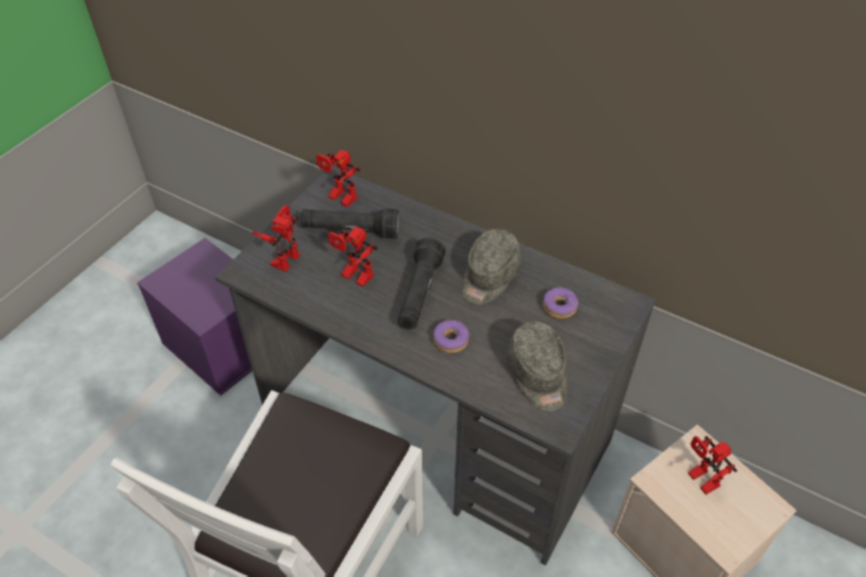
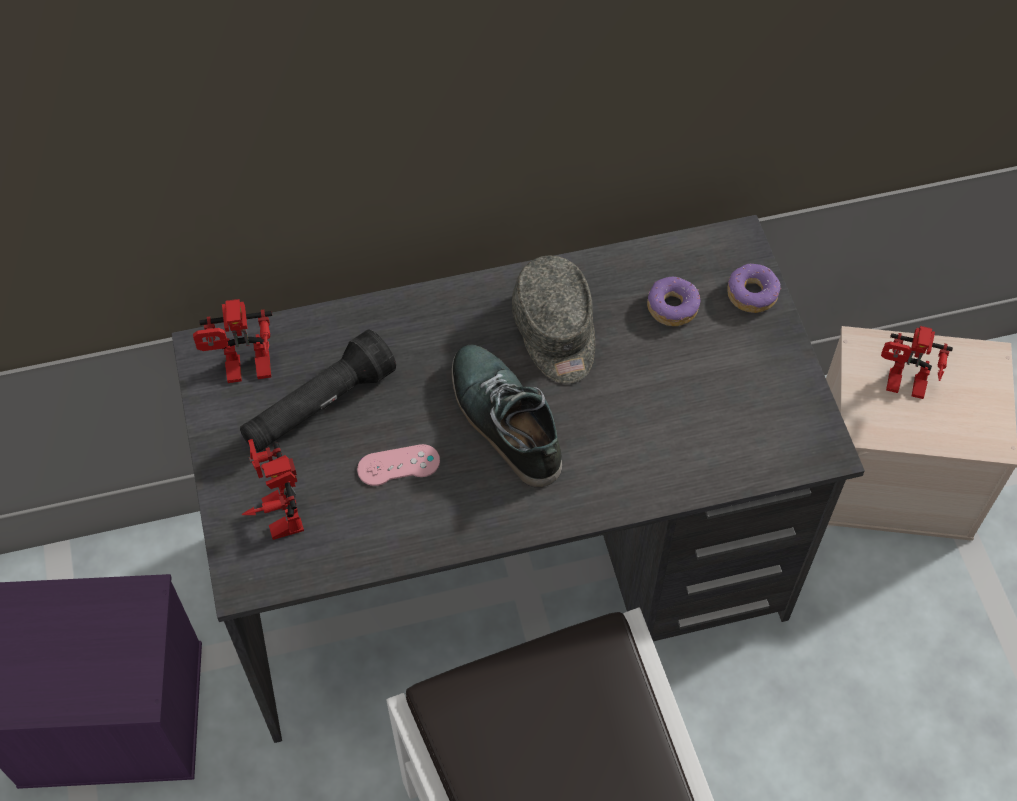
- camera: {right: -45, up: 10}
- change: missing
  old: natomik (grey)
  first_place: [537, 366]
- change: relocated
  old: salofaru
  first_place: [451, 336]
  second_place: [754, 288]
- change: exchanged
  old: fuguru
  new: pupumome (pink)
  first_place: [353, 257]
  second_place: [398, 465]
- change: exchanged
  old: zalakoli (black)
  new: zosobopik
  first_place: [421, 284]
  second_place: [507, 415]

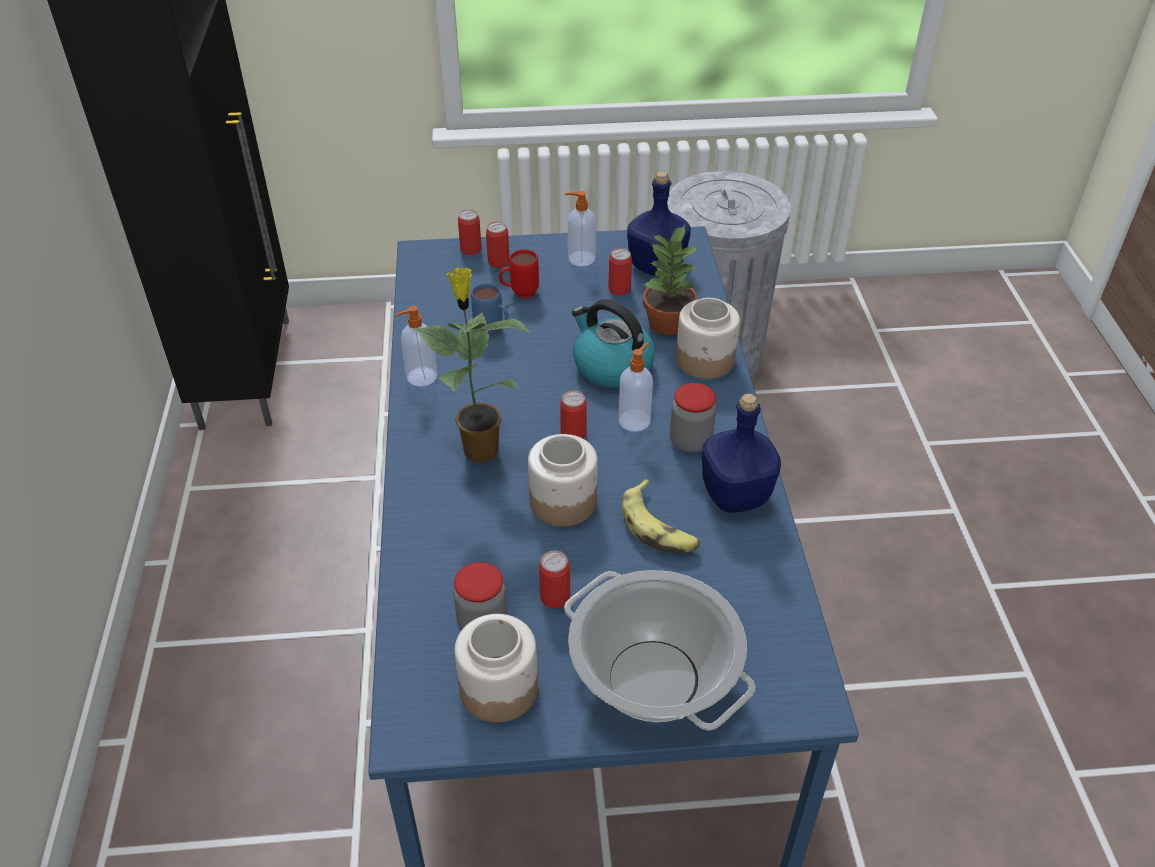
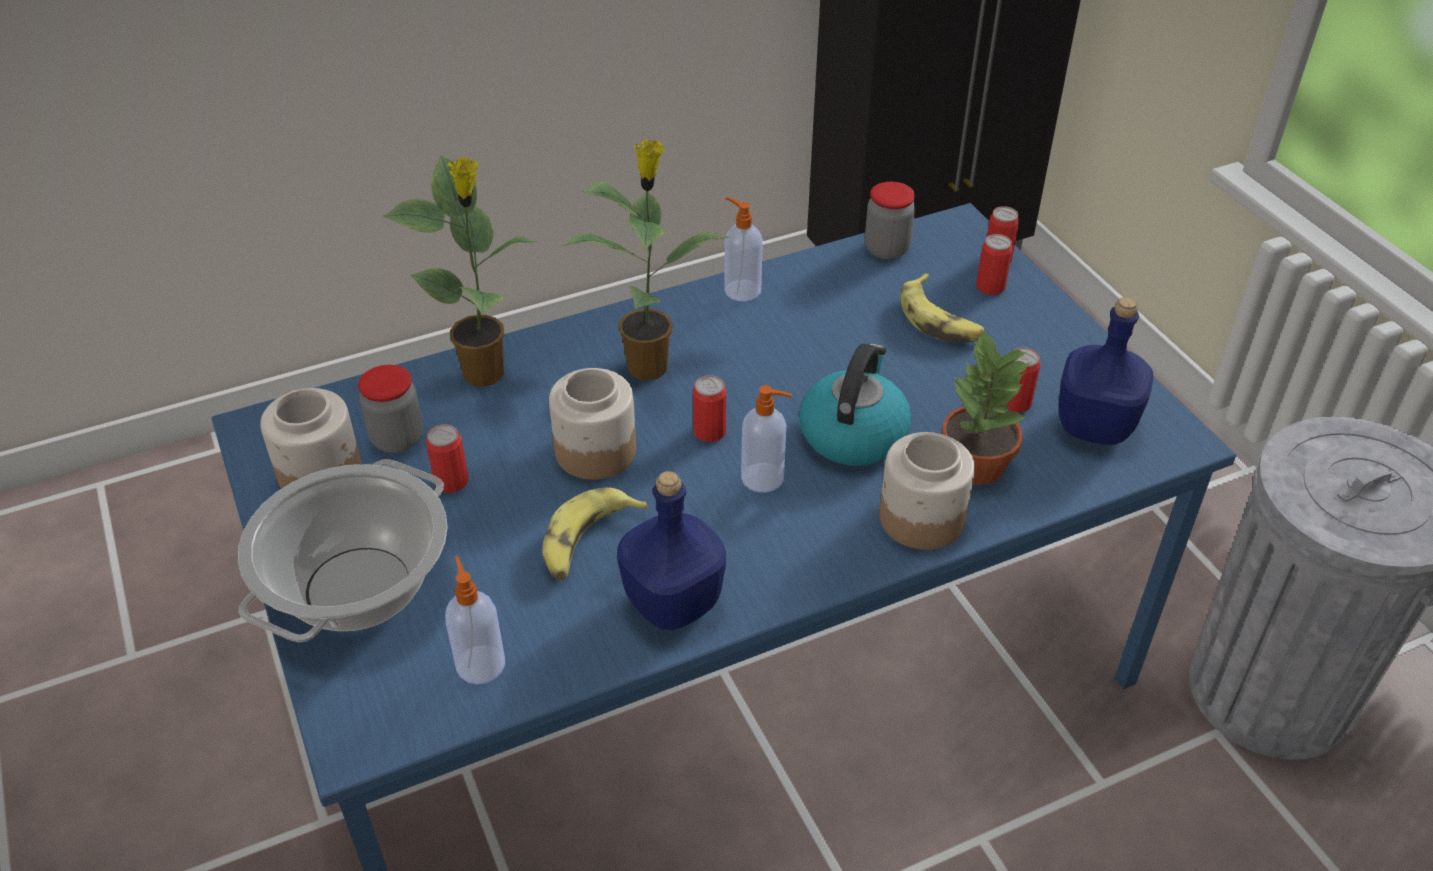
- camera: {right: 70, up: 0}
- change: missing
  old: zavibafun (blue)
  first_place: [490, 309]
- change: appeared
  new: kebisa
  second_place: [459, 271]
- change: relocated
  old: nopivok
  first_place: [580, 228]
  second_place: [475, 619]
- change: relocated
  old: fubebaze
  first_place: [693, 418]
  second_place: [890, 220]
- change: exchanged
  old: zavibafun (red)
  new: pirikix
  first_place: [519, 273]
  second_place: [943, 308]

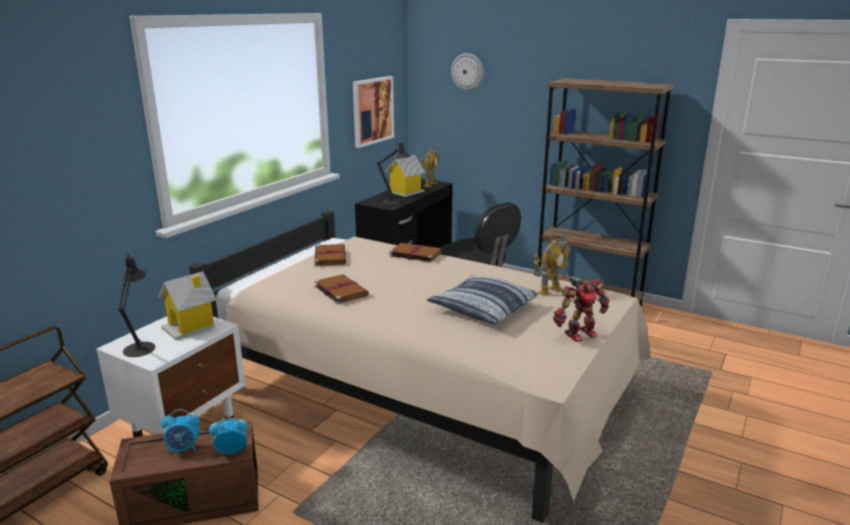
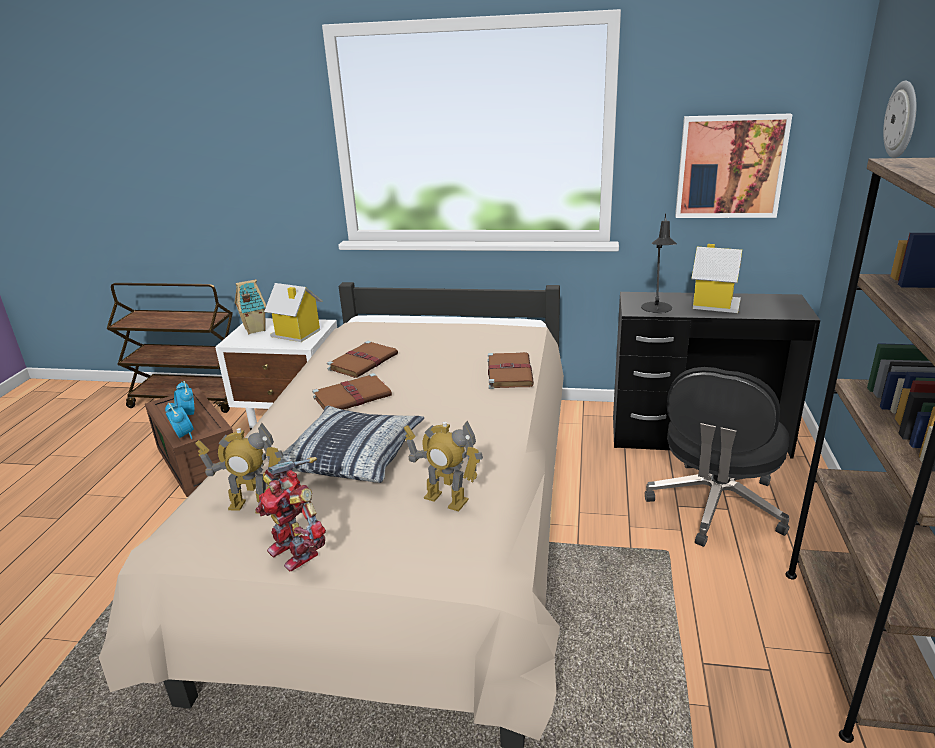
- camera: {right: 70, up: 5}
- change: relocated
  old: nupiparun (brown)
  first_place: [330, 255]
  second_place: [352, 391]
- change: relocated
  old: fuguru
  first_place: [430, 166]
  second_place: [239, 468]
- change: exchanged
  old: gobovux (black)
  new: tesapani
  first_place: [136, 305]
  second_place: [250, 306]

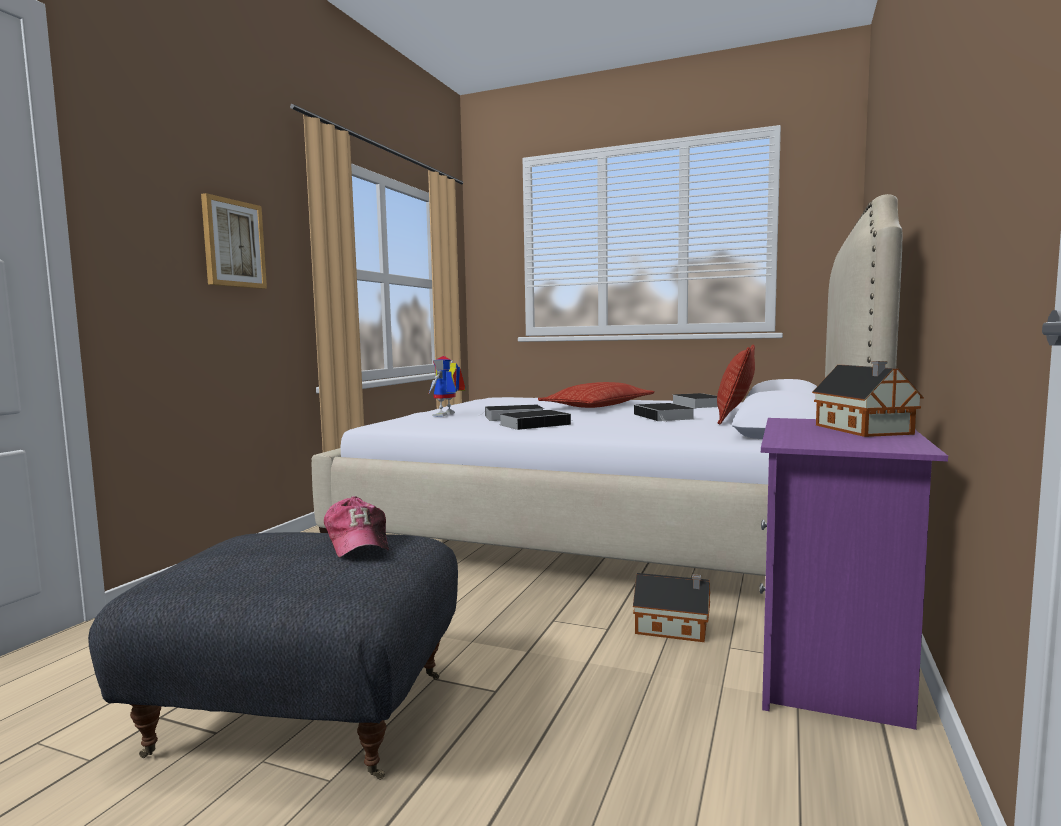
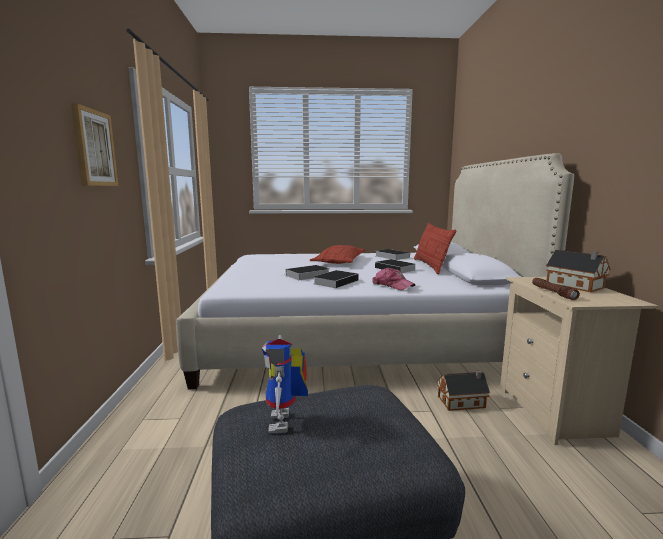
- camera: {right: -25, up: 5}
- change: appeared
  new: zalakoli (brown)
  second_place: [556, 289]
- change: relocated
  old: natomik
  first_place: [356, 527]
  second_place: [393, 278]
- change: relocated
  old: fuguru
  first_place: [447, 386]
  second_place: [285, 384]
- change: colour
  old: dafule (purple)
  new: dafule (beige)
  first_place: [854, 574]
  second_place: [579, 361]

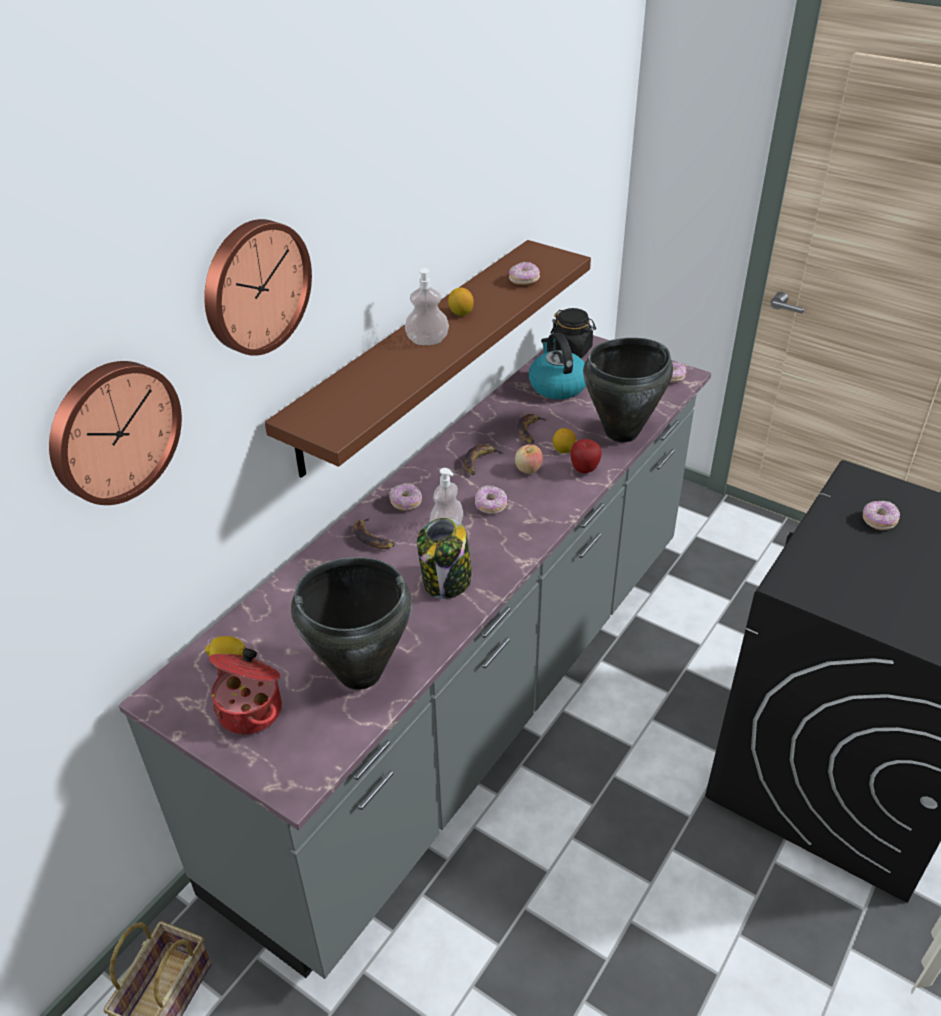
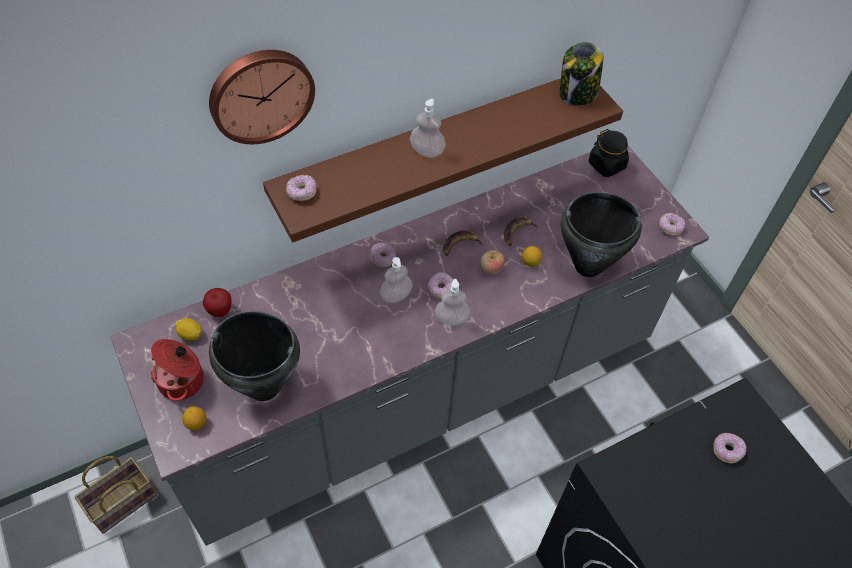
- camera: {right: 25, up: 15}
- change: missing
  old: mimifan
  first_place: [115, 433]
- change: missing
  old: pirikix
  first_place: [374, 533]
- change: missing
  old: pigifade
  first_place: [557, 366]
- change: appeared
  new: nopivok
  second_place: [452, 302]
- change: relocated
  old: fubebaze
  first_place: [444, 558]
  second_place: [581, 74]
- change: relocated
  old: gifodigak
  first_place: [461, 301]
  second_place: [194, 418]
- change: relocated
  old: salofaru
  first_place: [524, 273]
  second_place: [301, 188]
- change: relocated
  old: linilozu
  first_place: [586, 456]
  second_place: [217, 302]

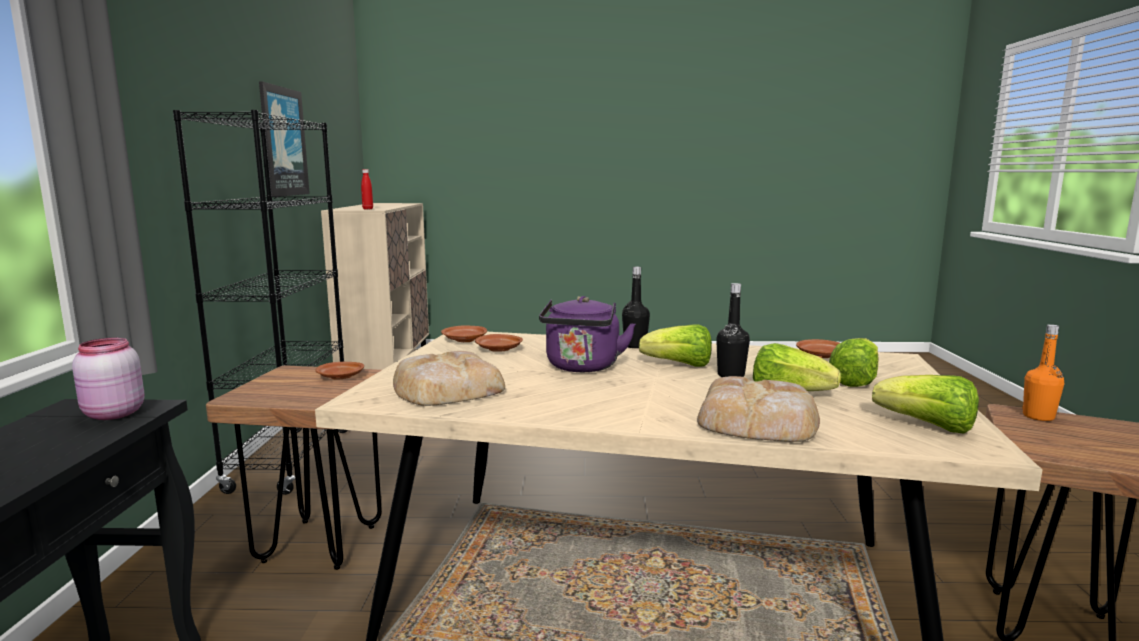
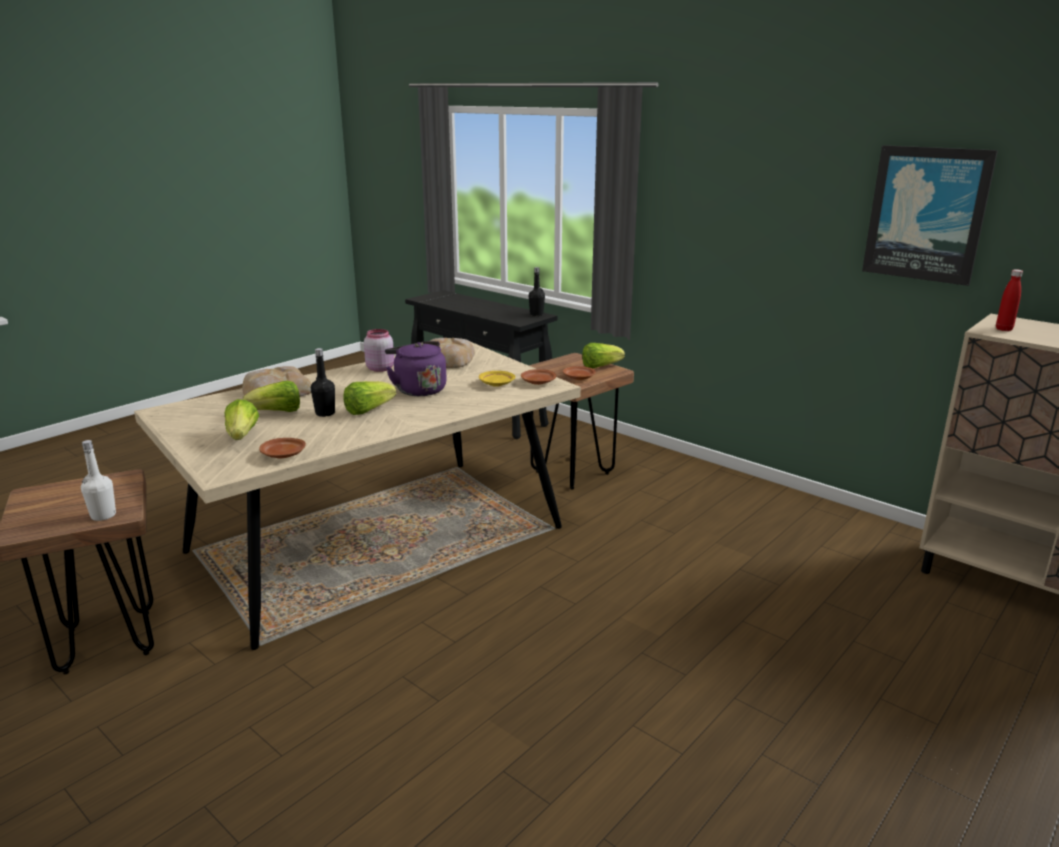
- camera: {right: 130, up: 10}
- change: missing
  old: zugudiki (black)
  first_place: [260, 302]
- change: relocated
  old: fubebaze (pink)
  first_place: [108, 379]
  second_place: [379, 350]
- change: relocated
  old: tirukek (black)
  first_place: [636, 307]
  second_place: [537, 291]
- change: relocated
  old: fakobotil
  first_place: [925, 404]
  second_place: [603, 355]
- change: colour
  old: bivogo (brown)
  new: bivogo (yellow)
  first_place: [499, 343]
  second_place: [497, 379]
- change: colour
  old: tirukek (orange)
  new: tirukek (white)
  first_place: [1043, 372]
  second_place: [98, 480]

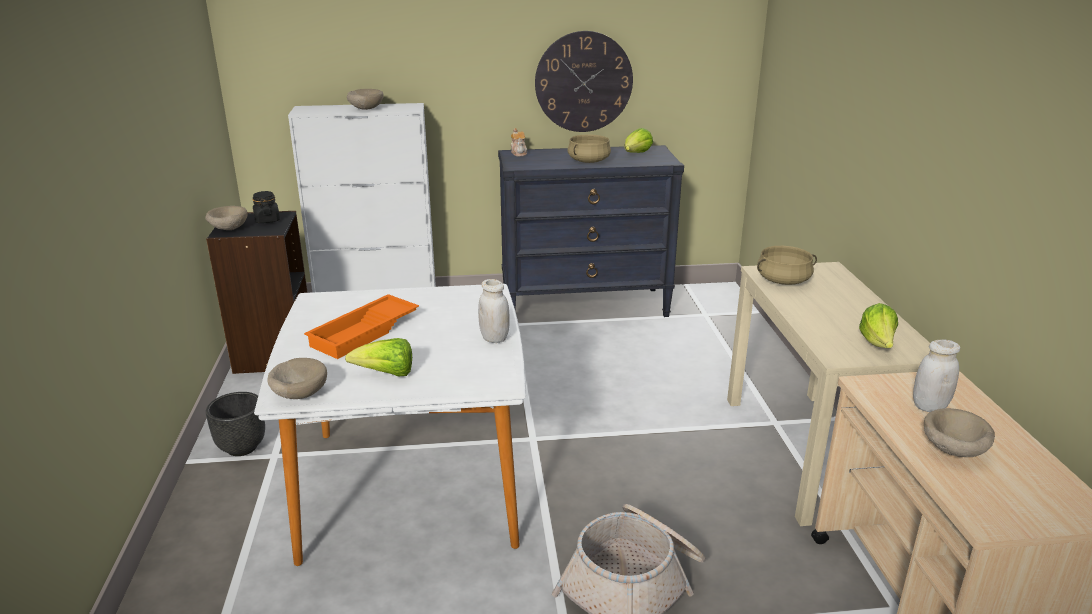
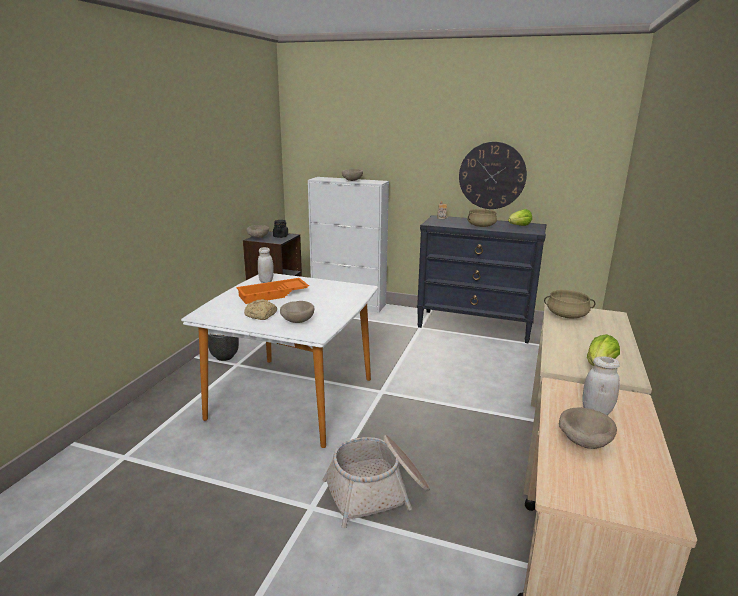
- camera: {right: 25, up: -5}
- change: relocated
  old: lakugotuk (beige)
  first_place: [297, 378]
  second_place: [297, 312]
- change: relocated
  old: fubebaze (white)
  first_place: [494, 311]
  second_place: [266, 265]
- change: exchanged
  old: fakobotil
  new: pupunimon
  first_place: [378, 357]
  second_place: [260, 309]

